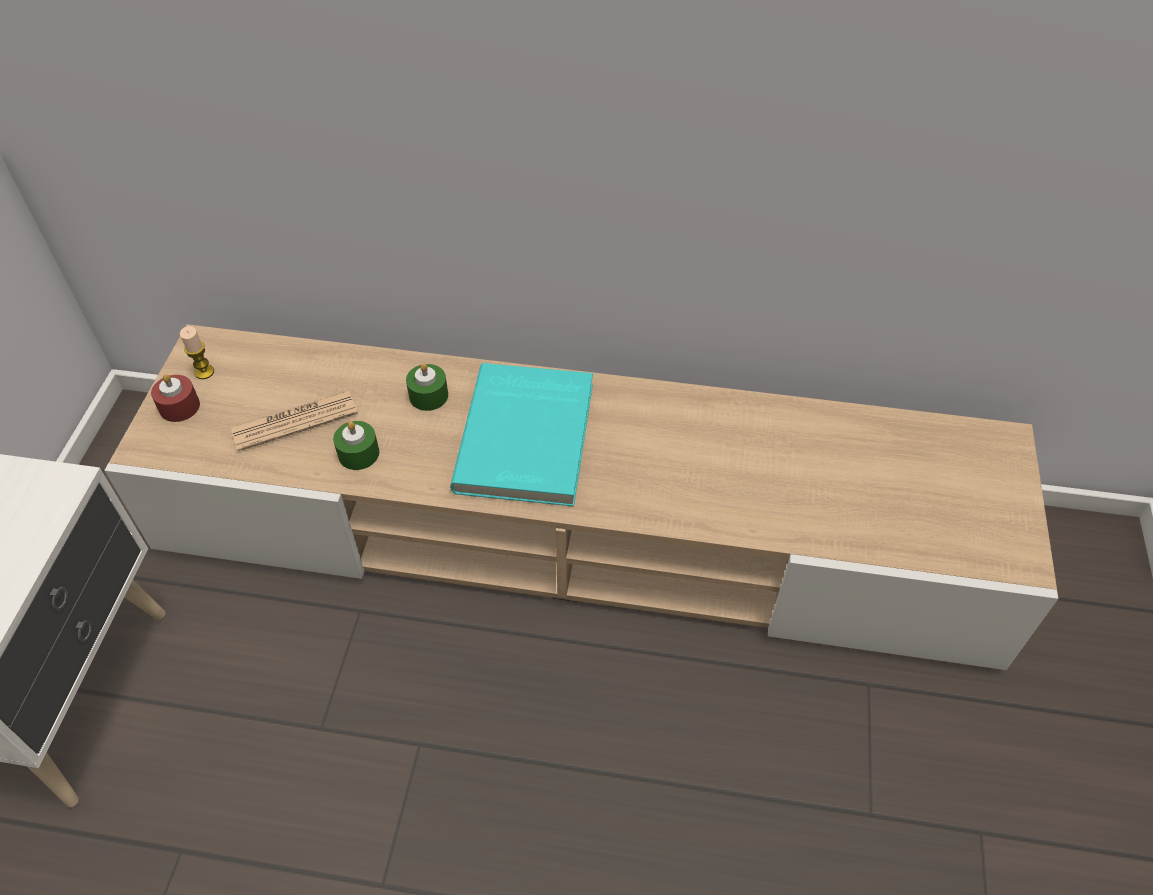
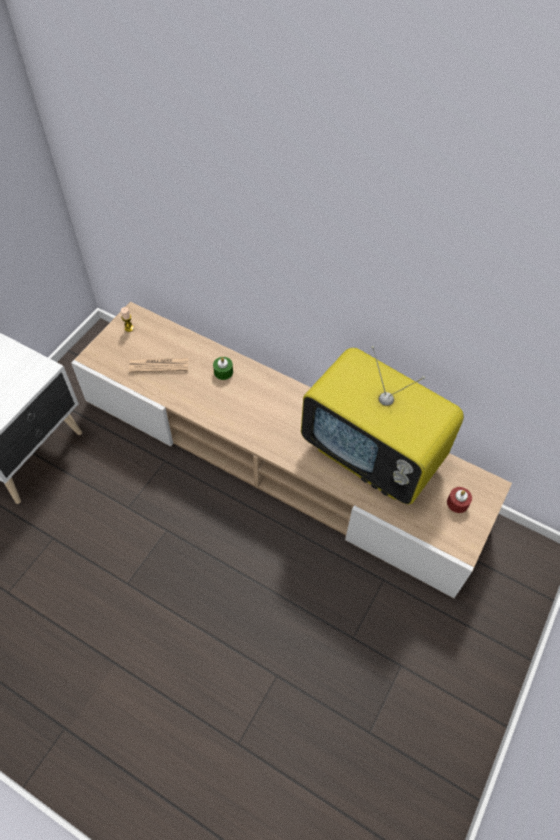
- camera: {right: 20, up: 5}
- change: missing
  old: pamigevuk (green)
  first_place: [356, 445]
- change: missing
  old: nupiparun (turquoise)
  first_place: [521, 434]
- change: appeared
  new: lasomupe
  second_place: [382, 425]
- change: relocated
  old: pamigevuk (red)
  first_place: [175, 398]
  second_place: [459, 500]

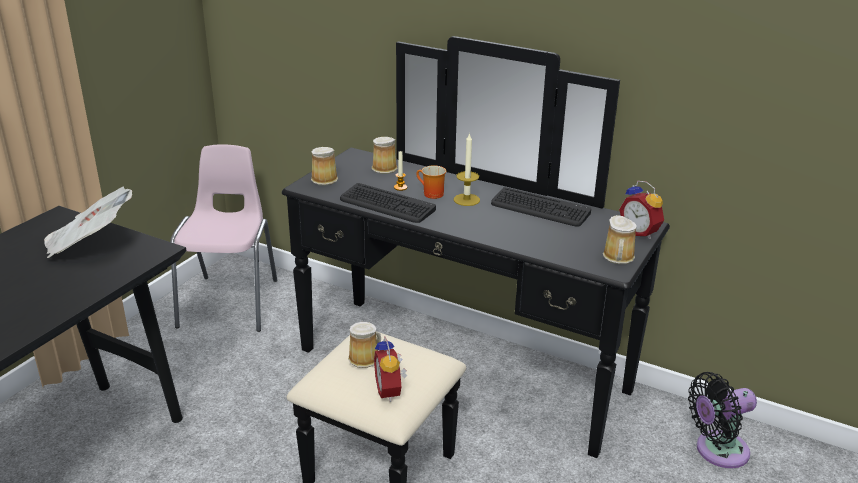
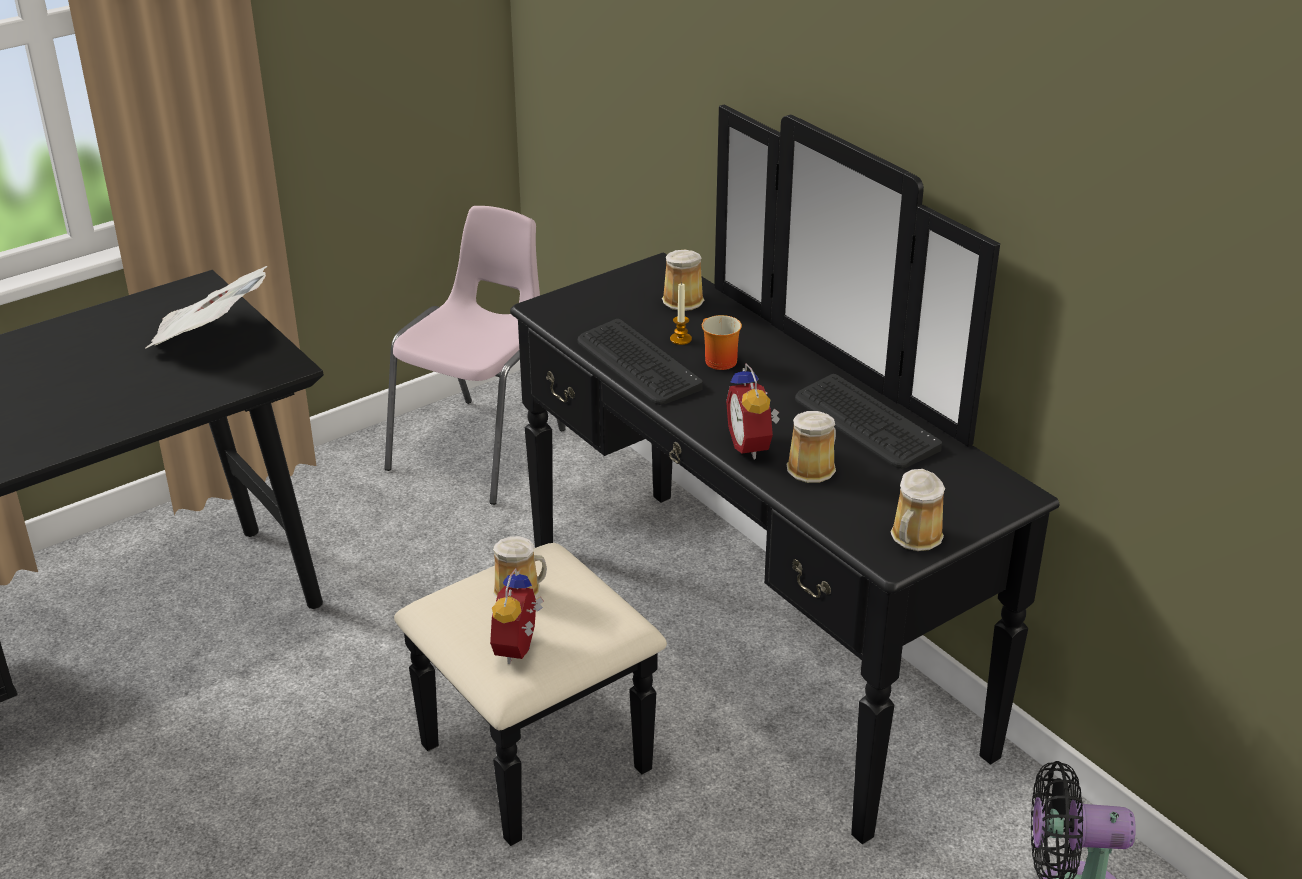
- camera: {right: 25, up: 5}
- change: missing
  old: pamigevuk
  first_place: [467, 169]
- change: relocated
  old: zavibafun
  first_place: [324, 166]
  second_place: [811, 447]
- change: relocated
  old: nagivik
  first_place: [641, 210]
  second_place: [753, 412]

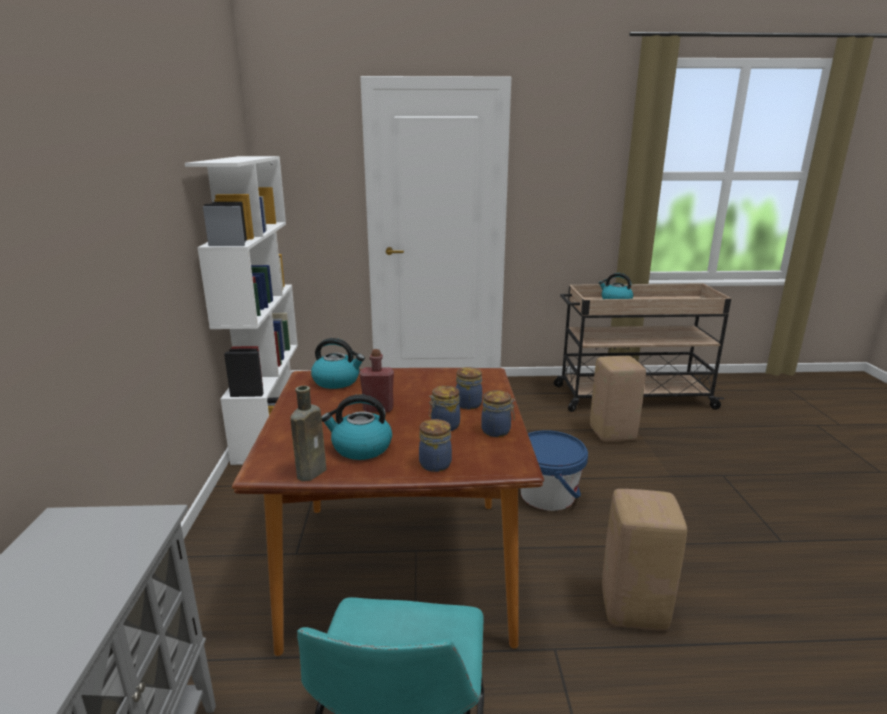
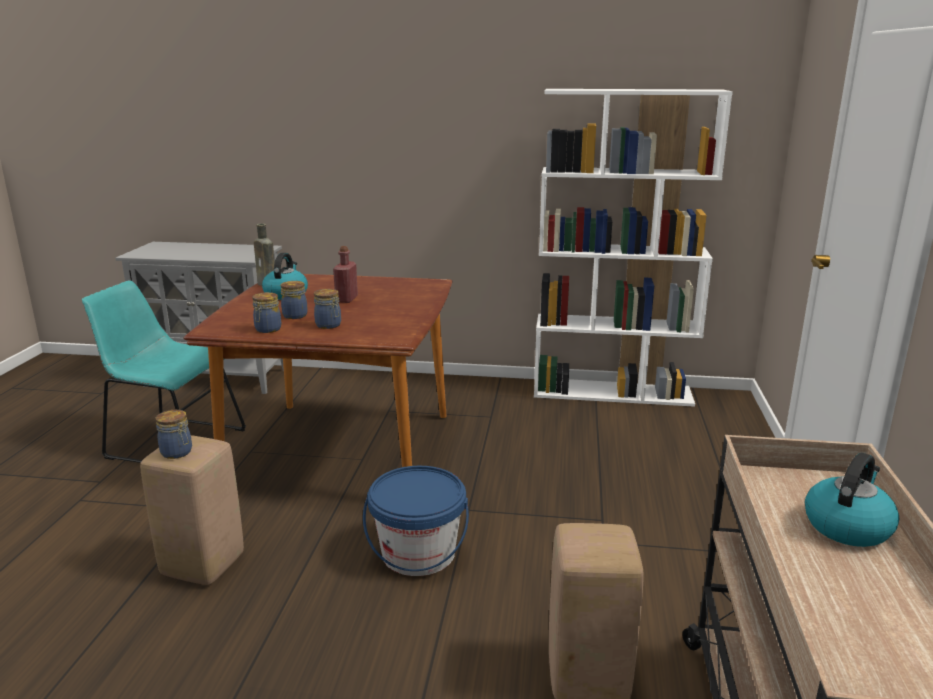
- camera: {right: 100, up: 0}
- change: missing
  old: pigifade
  first_place: [338, 363]
- change: relocated
  old: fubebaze
  first_place: [435, 445]
  second_place: [173, 434]

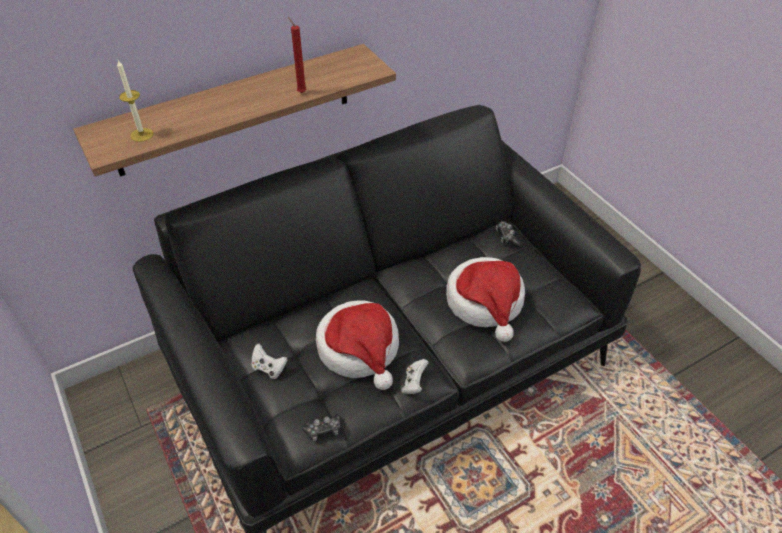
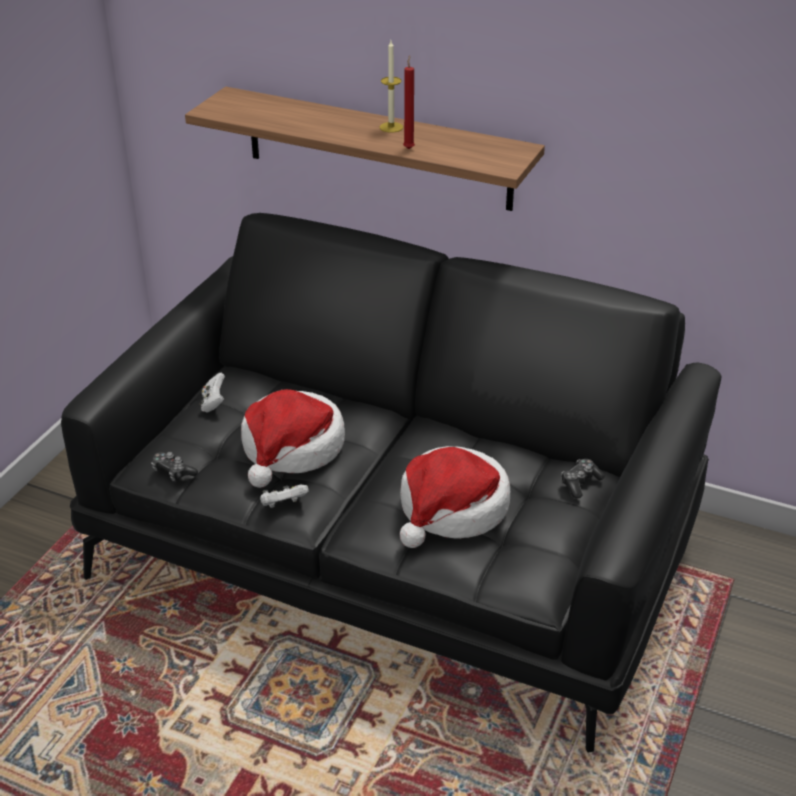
- camera: {right: 55, up: -10}
- change: relocated
  old: pamigevuk
  first_place: [135, 101]
  second_place: [391, 87]

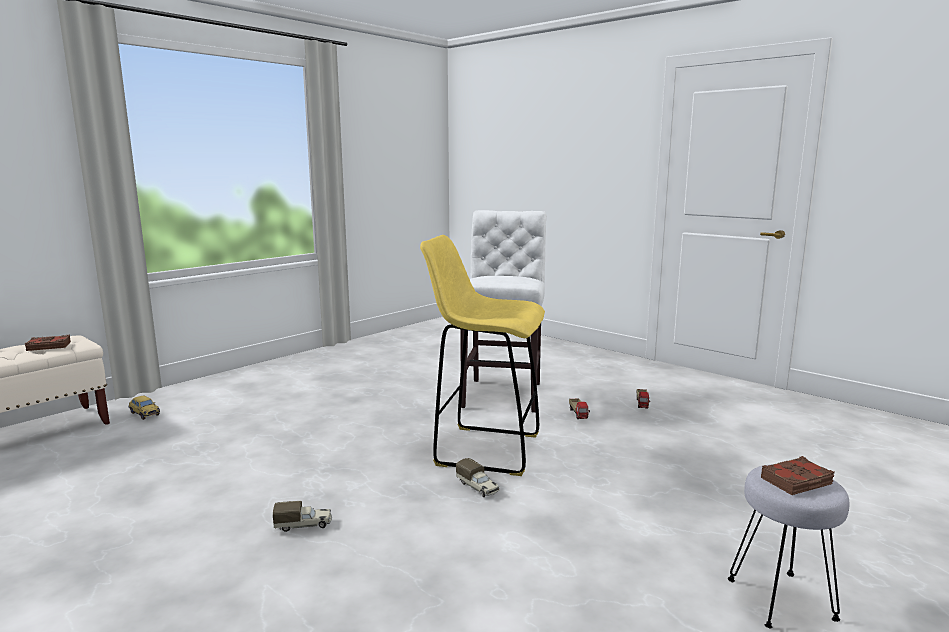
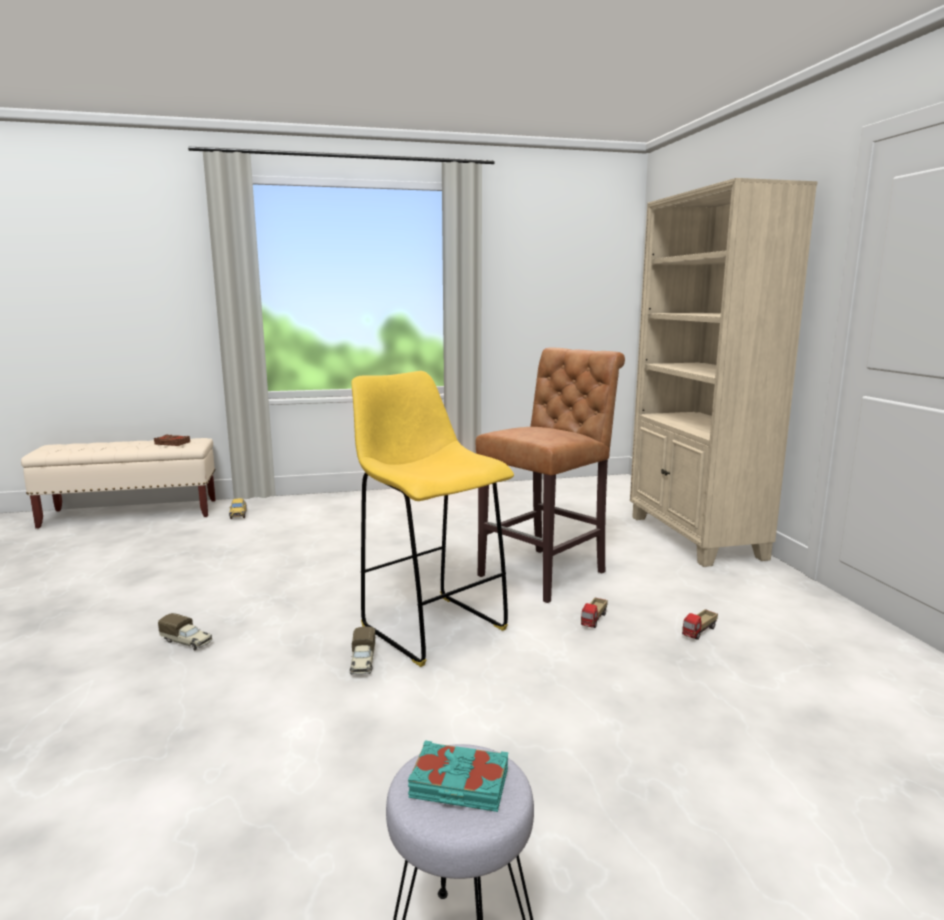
- camera: {right: 35, up: 0}
- change: appeared
  new: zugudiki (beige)
  second_place: [724, 372]
- change: colour
  old: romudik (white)
  new: romudik (brown)
  first_place: [503, 311]
  second_place: [550, 475]
- change: colour
  old: nupiparun (brown)
  new: nupiparun (turquoise)
  first_place: [798, 475]
  second_place: [458, 776]

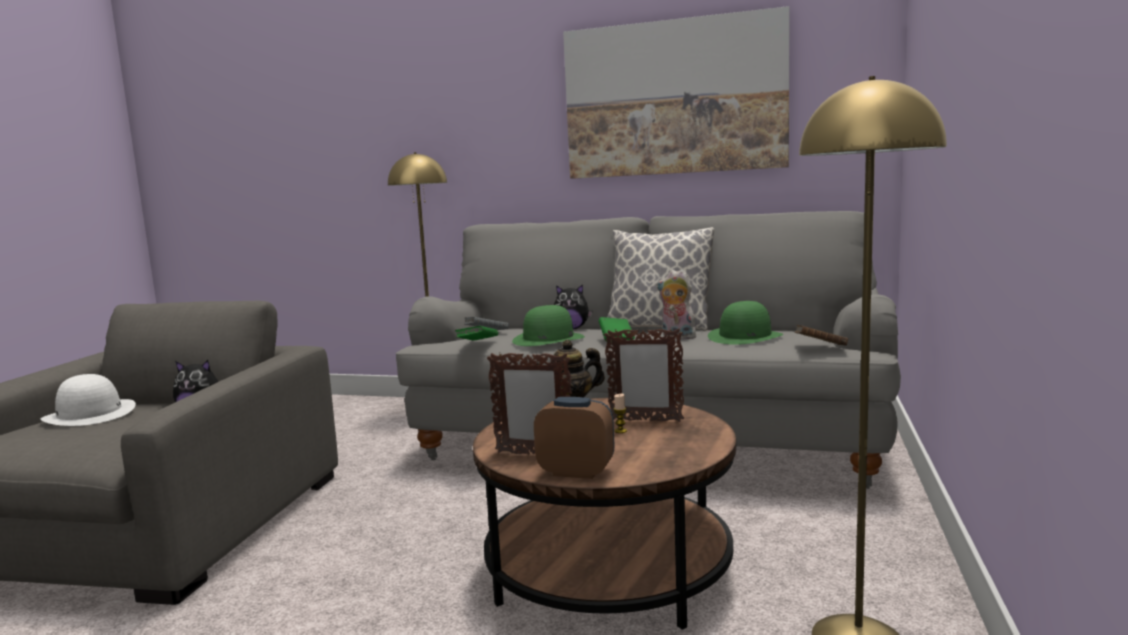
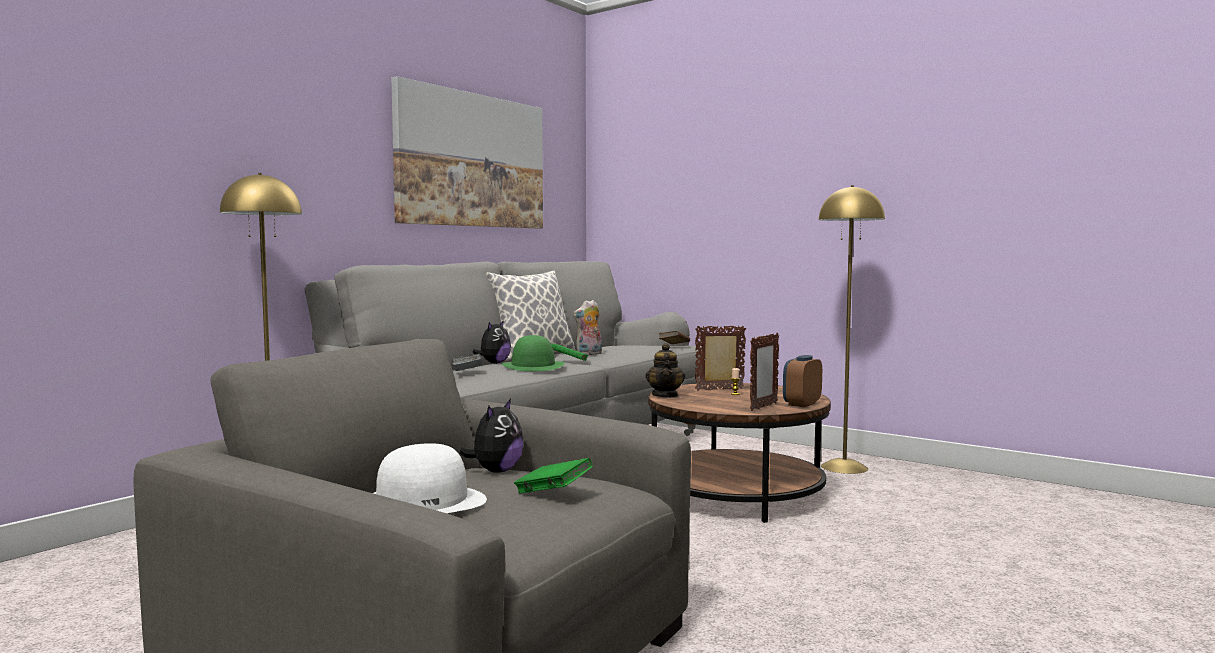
- camera: {right: -70, up: -5}
- change: missing
  old: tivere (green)
  first_place: [745, 323]
- change: relocated
  old: nupiparun (green)
  first_place: [476, 333]
  second_place: [553, 476]
- change: spun
  old: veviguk
  first_place: [644, 375]
  second_place: [720, 358]
  degrees: -135

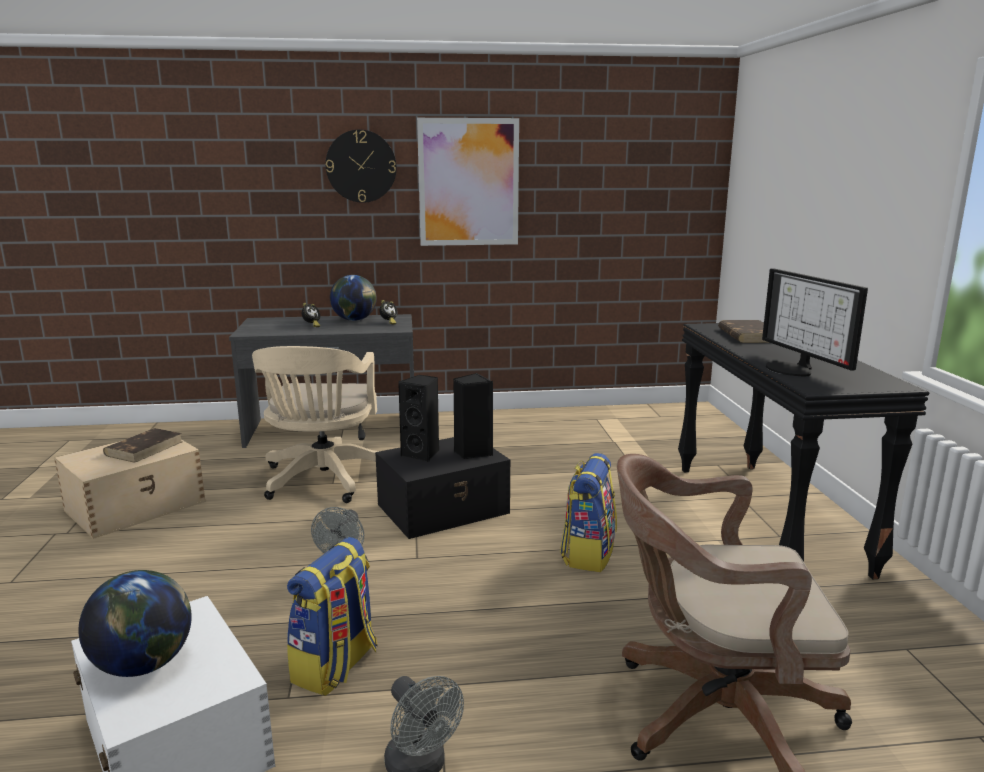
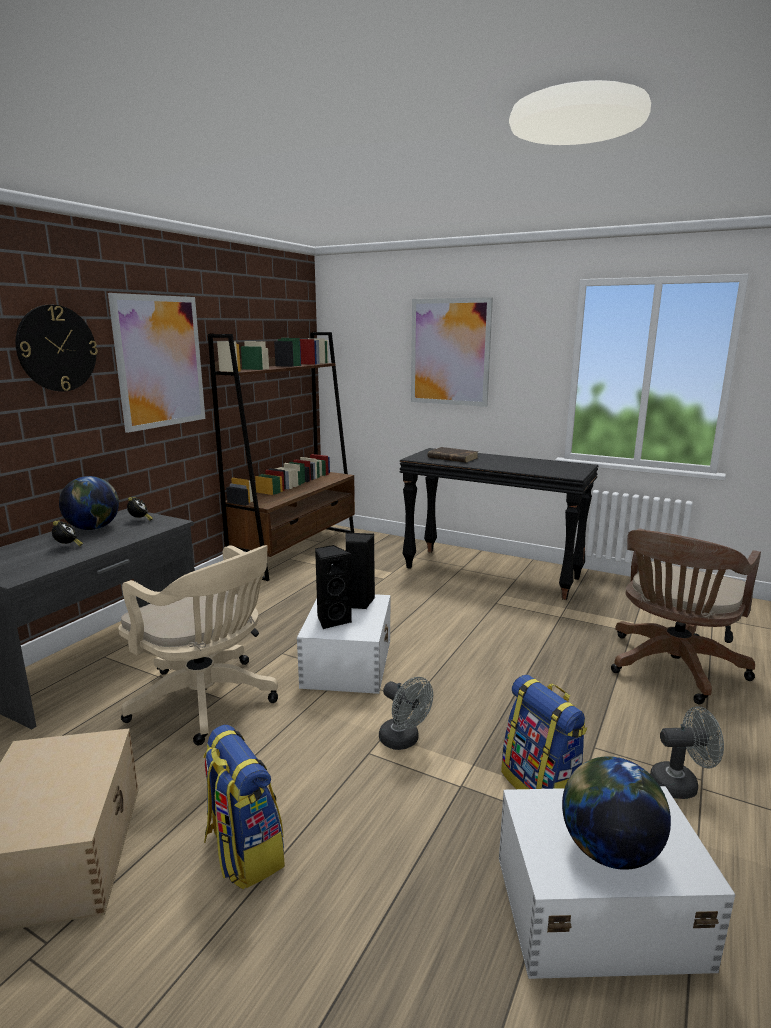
- camera: {right: -55, up: 0}
- change: missing
  old: nupiparun (brown)
  first_place: [142, 445]
- change: missing
  old: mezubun
  first_place: [815, 322]
- change: appeared
  new: zugudiki (brown)
  second_place: [281, 456]
- change: appeared
  new: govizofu
  second_place: [452, 352]
- change: relocated
  old: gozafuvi
  first_place: [588, 512]
  second_place: [244, 807]
- change: colour
  old: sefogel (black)
  new: sefogel (white)
  first_place: [443, 488]
  second_place: [343, 644]

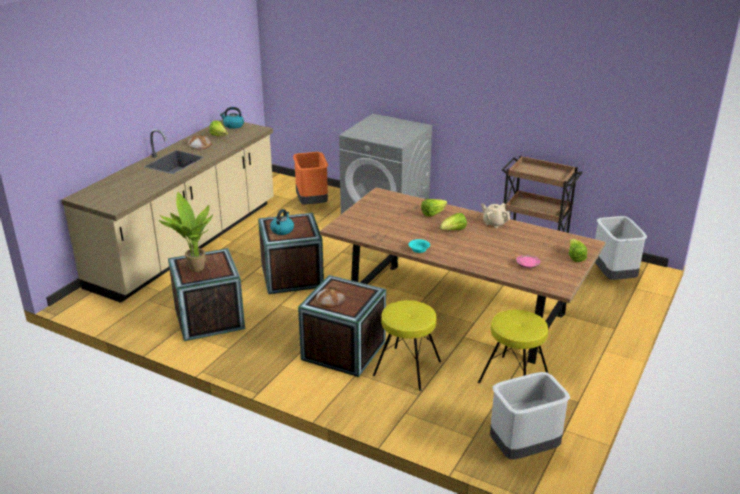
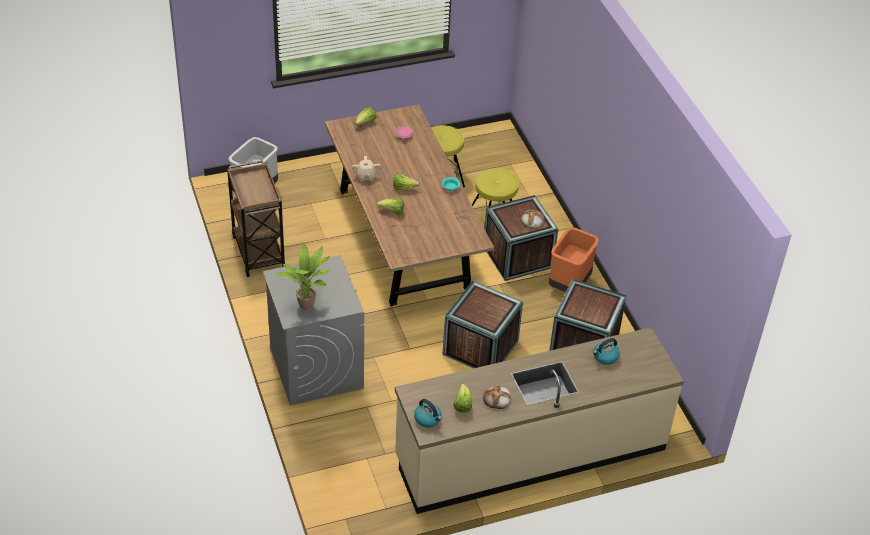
- camera: {right: -140, up: 15}
- change: missing
  old: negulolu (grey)
  first_place: [530, 415]
- change: relocated
  old: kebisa
  first_place: [186, 232]
  second_place: [303, 276]
- change: relocated
  old: pigifade
  first_place: [282, 222]
  second_place: [606, 351]
- change: relocated
  old: negulolu (orange)
  first_place: [310, 178]
  second_place: [574, 259]

